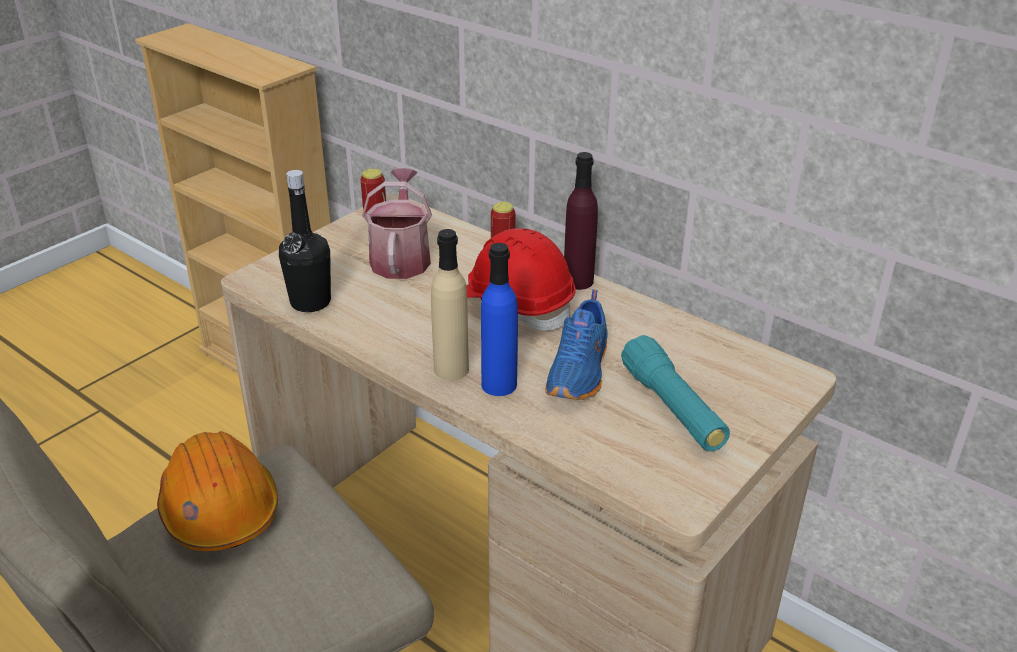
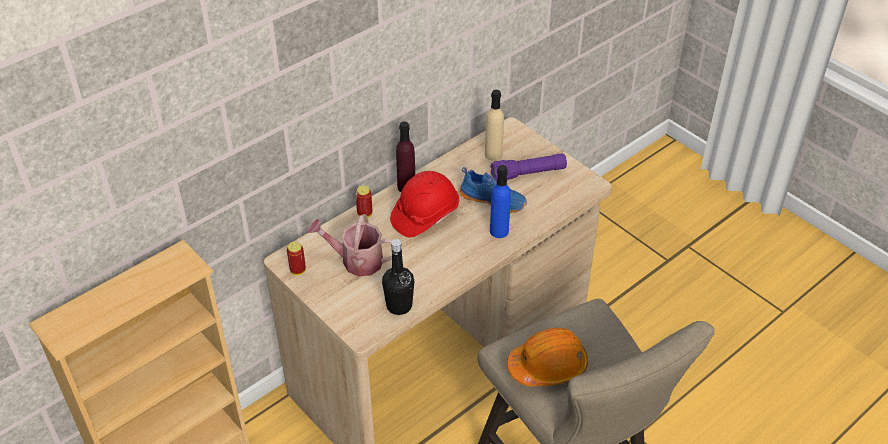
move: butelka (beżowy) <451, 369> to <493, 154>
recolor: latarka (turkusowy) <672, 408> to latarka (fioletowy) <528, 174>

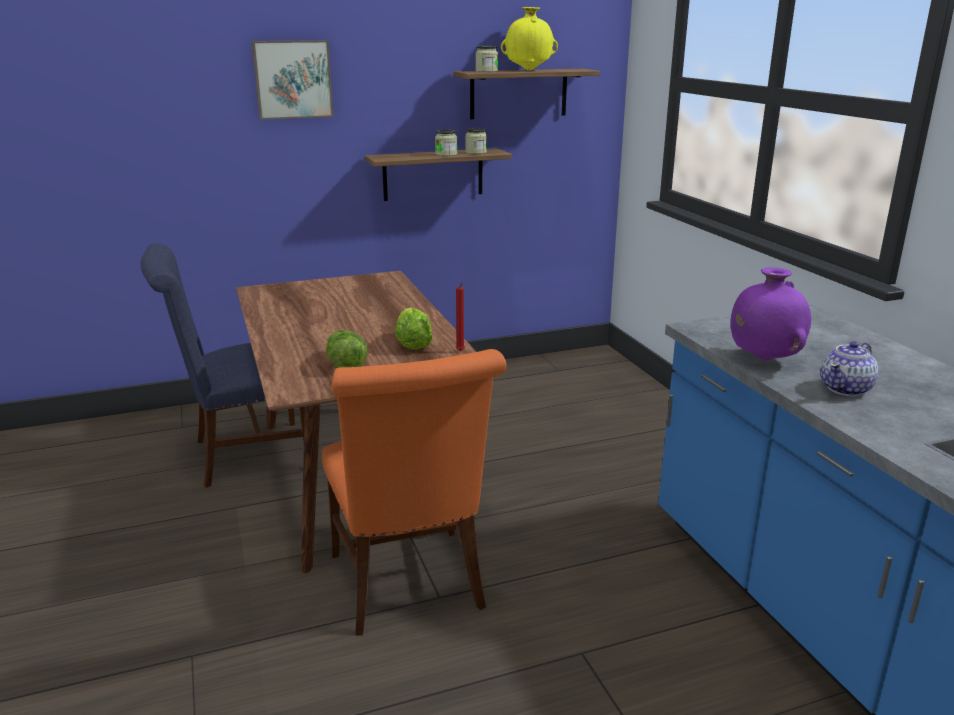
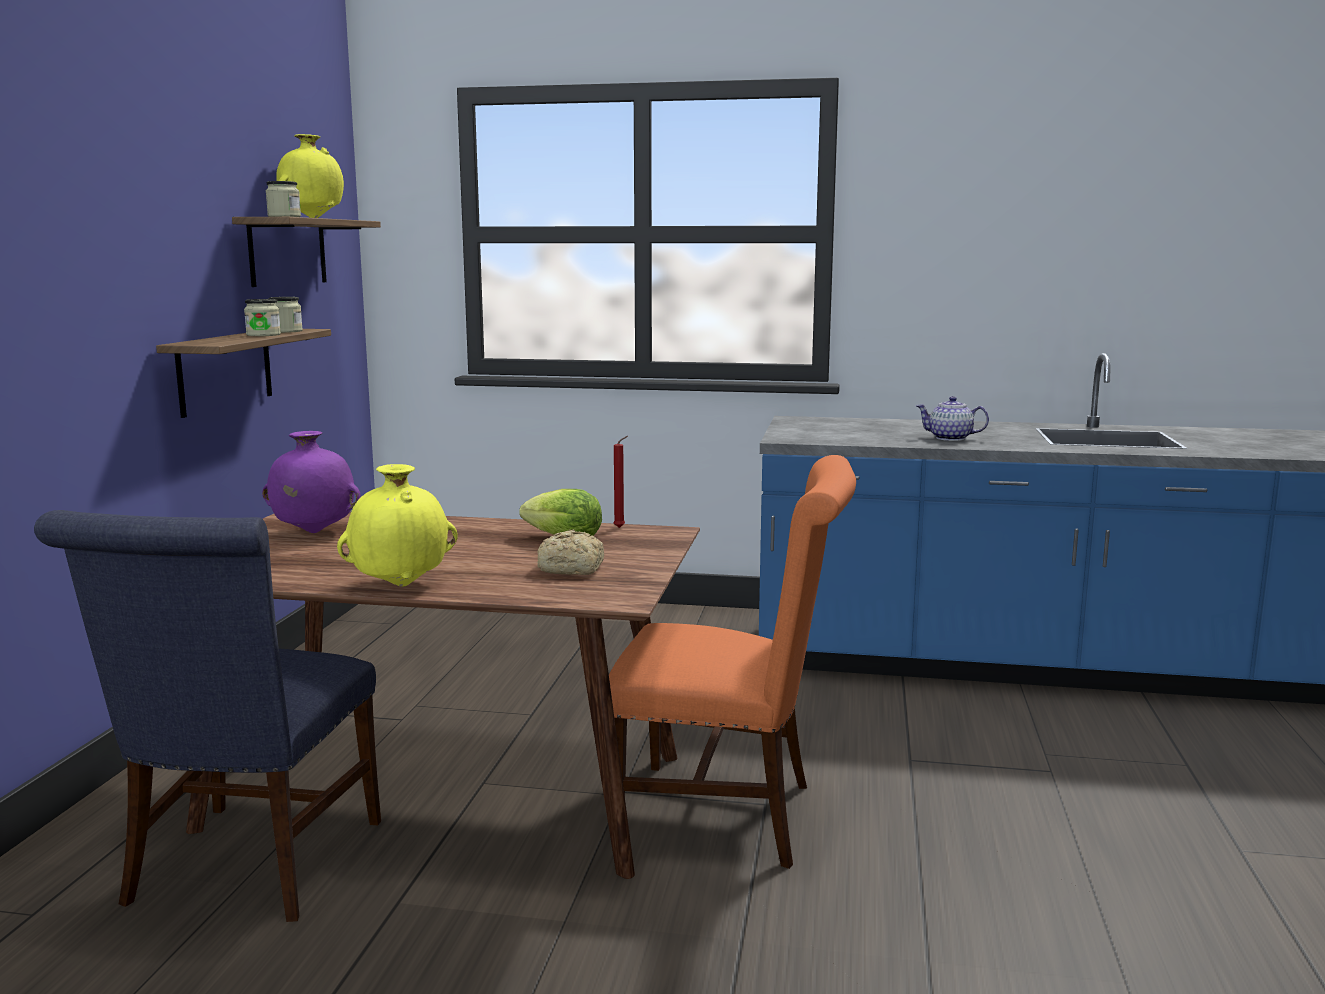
delete: obraz <293, 79>
insert: wazon (żółty) <402, 585>
move: wazon (fioletowy) <763, 360> to <313, 533>
replace: sałata <345, 364> to chleb <573, 568>
rotate: imbryk <846, 388> = <950, 438> 120 degrees clockwise

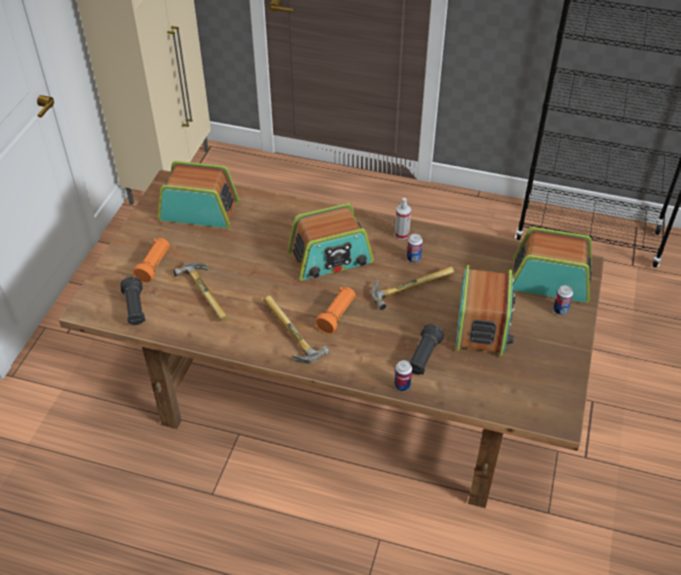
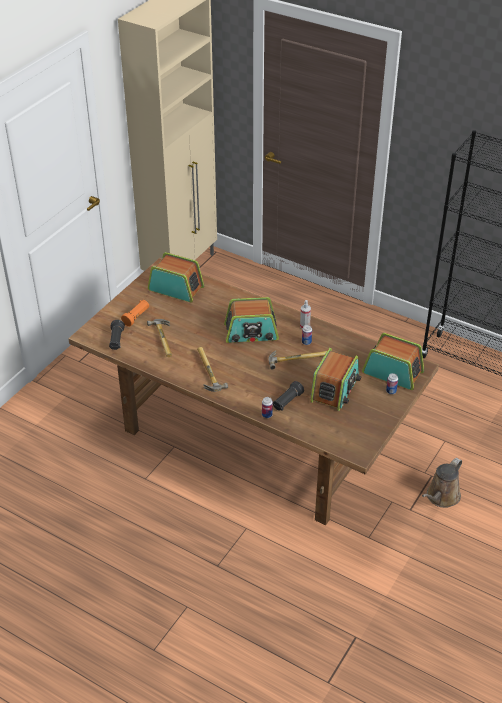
delete: latarka (pomarańczowy) <337, 315>
insert: konewka (brązowy) <441, 497>

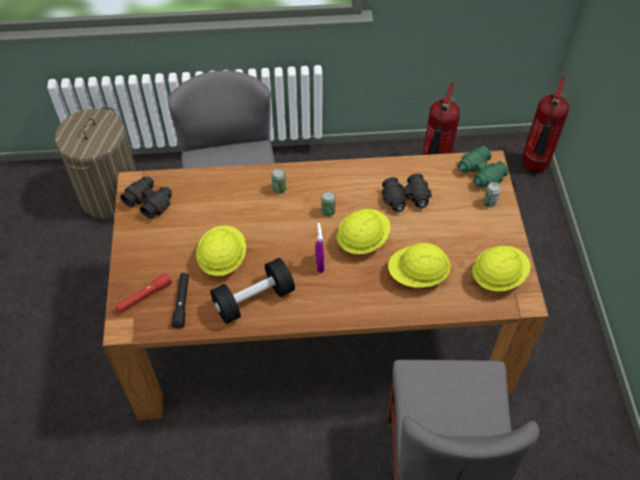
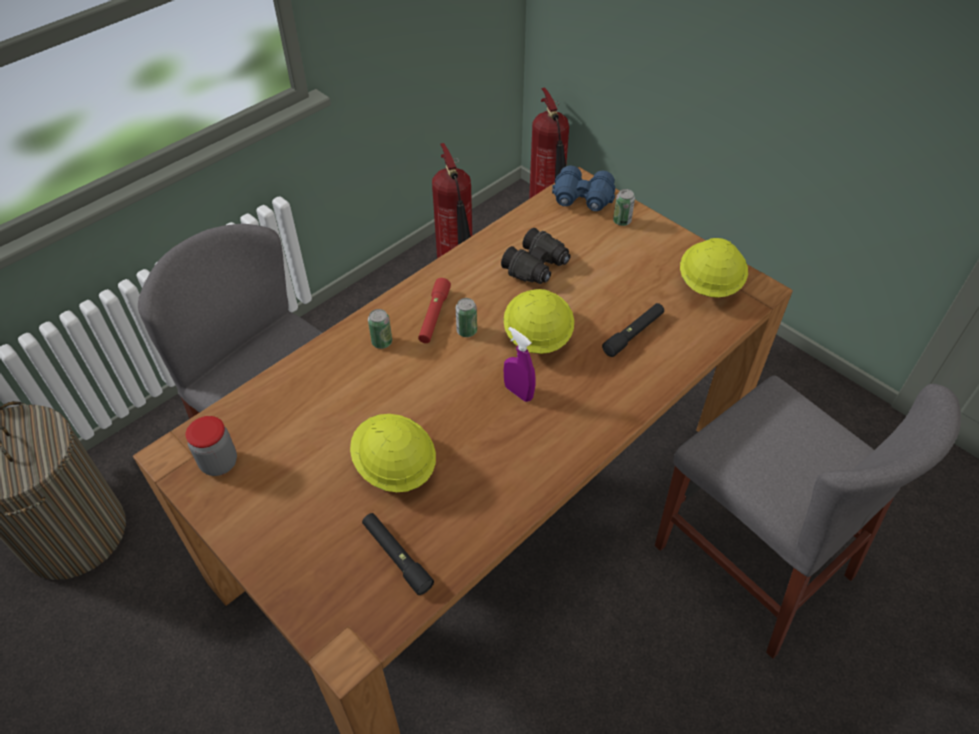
delete: hantel (czarny) <254, 300>
move: latarka (czerwony) <144, 296> to <434, 316>
replace: lornetka (czarny) <149, 201> to słoik <219, 463>; kask (żółty) <417, 275> to latarka (czarny) <633, 334>
recolor: lornetka (zielony) <480, 174> to lornetka (niebieski) <582, 200>

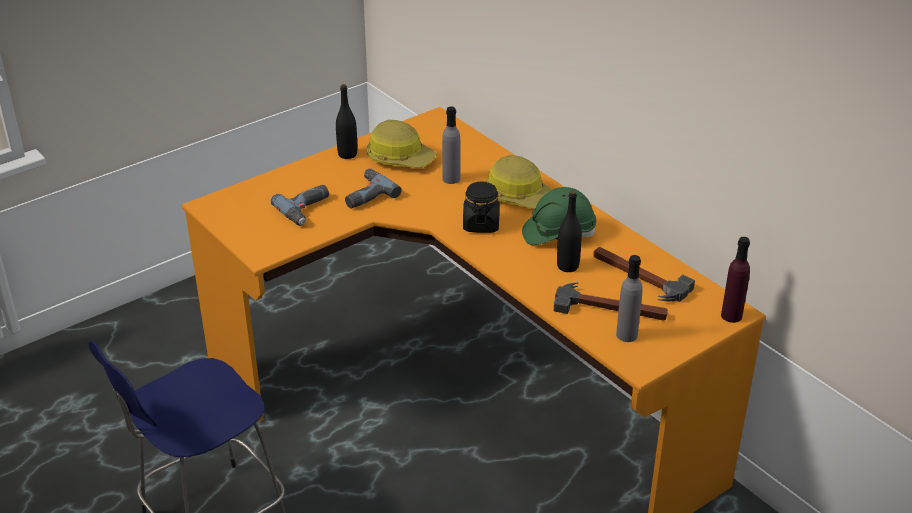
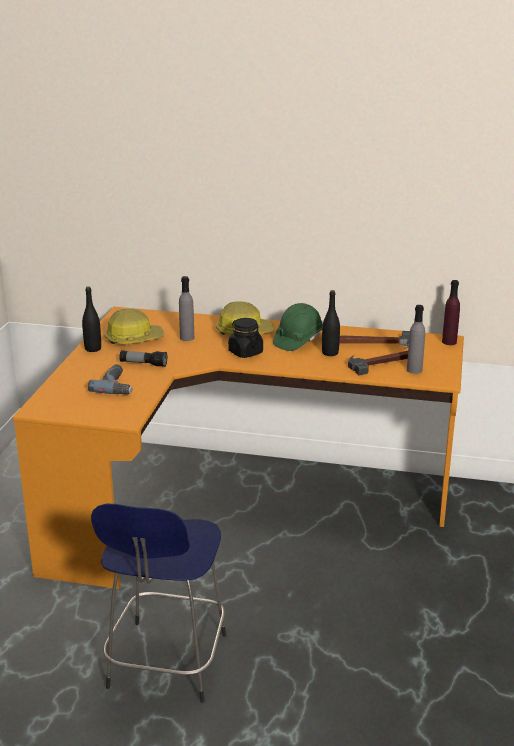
replace: wiertarka <365, 194> to latarka <143, 364>

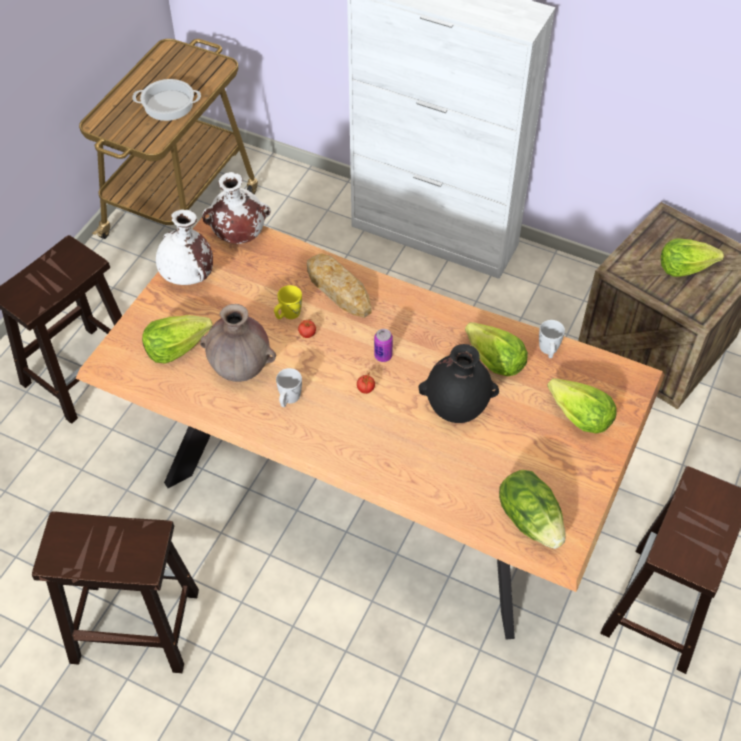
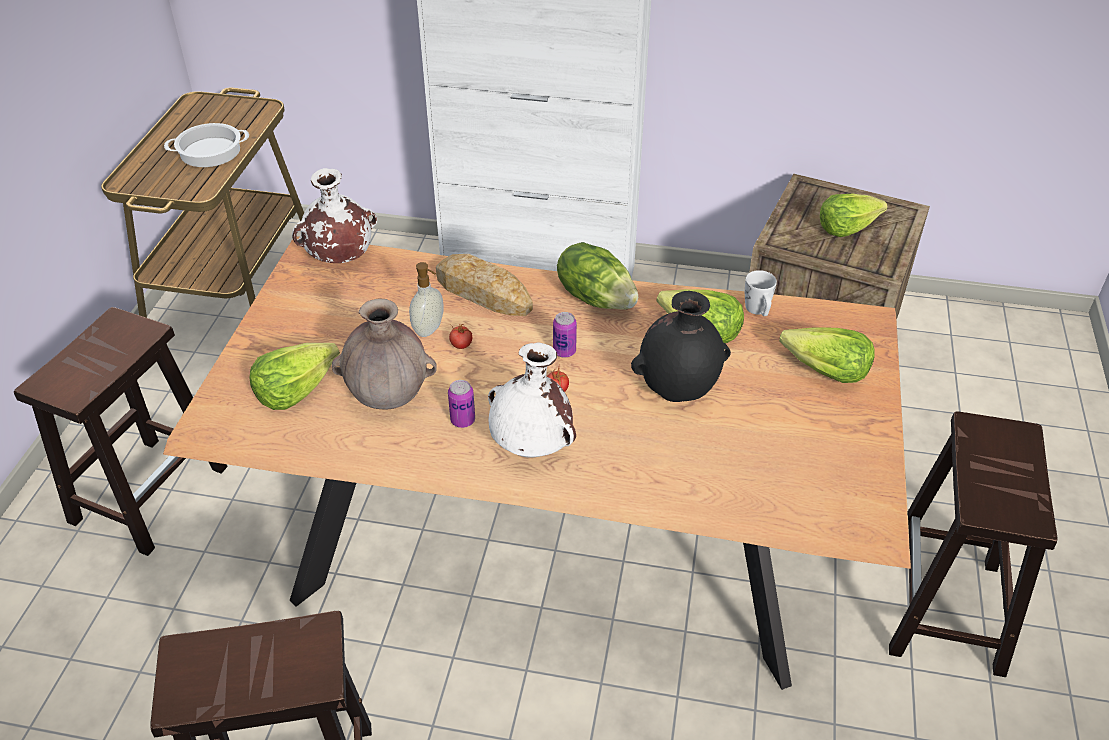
move: wazon (biały) <189, 278> to <532, 447>; sałata <530, 519> to <596, 297>
replace: kubek (żółty) <288, 315> to dozownik mydła <429, 329>; kubek (biały) <288, 399> to puszka <463, 420>

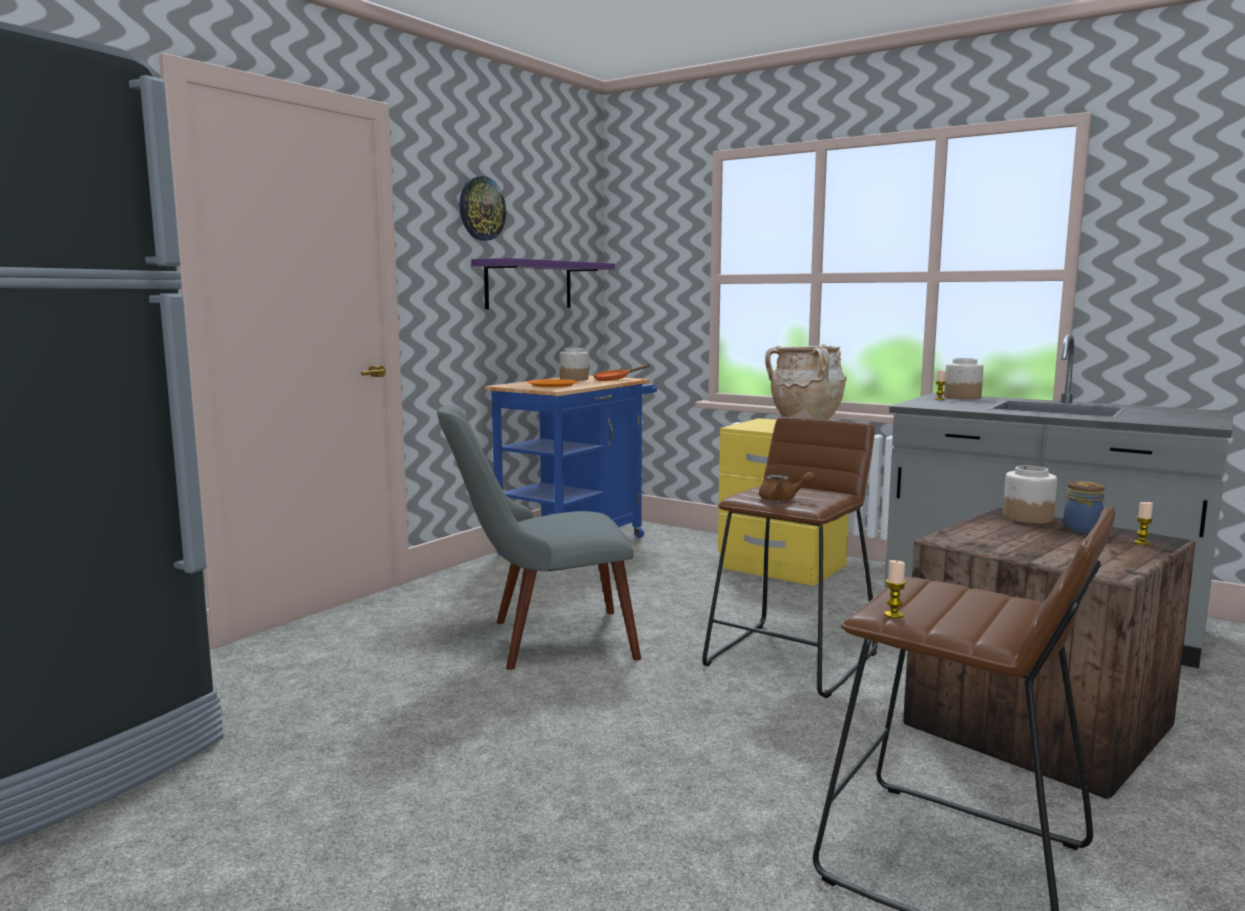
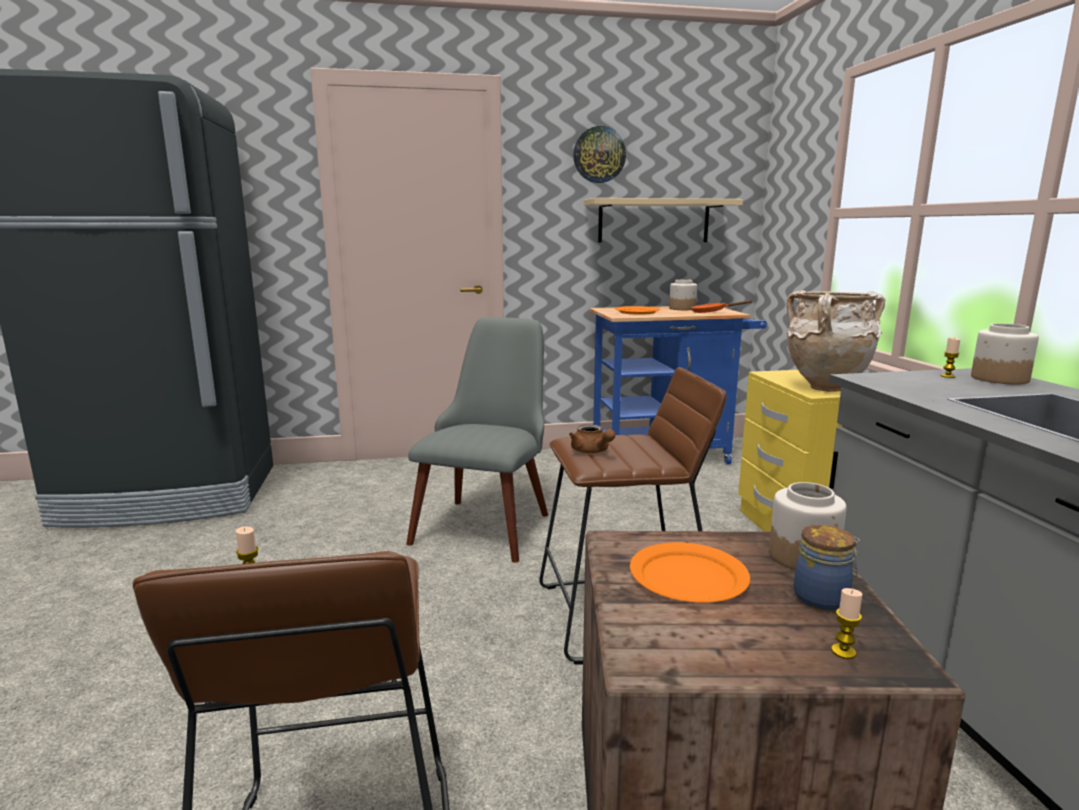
insert: talerz (pomarańczowy) <689, 578>
recolor: półka (fioletowy) <529, 285> to półka (beżowy) <654, 221>
rotate: krzesło (szary) <542, 641> = <489, 521> 75 degrees clockwise

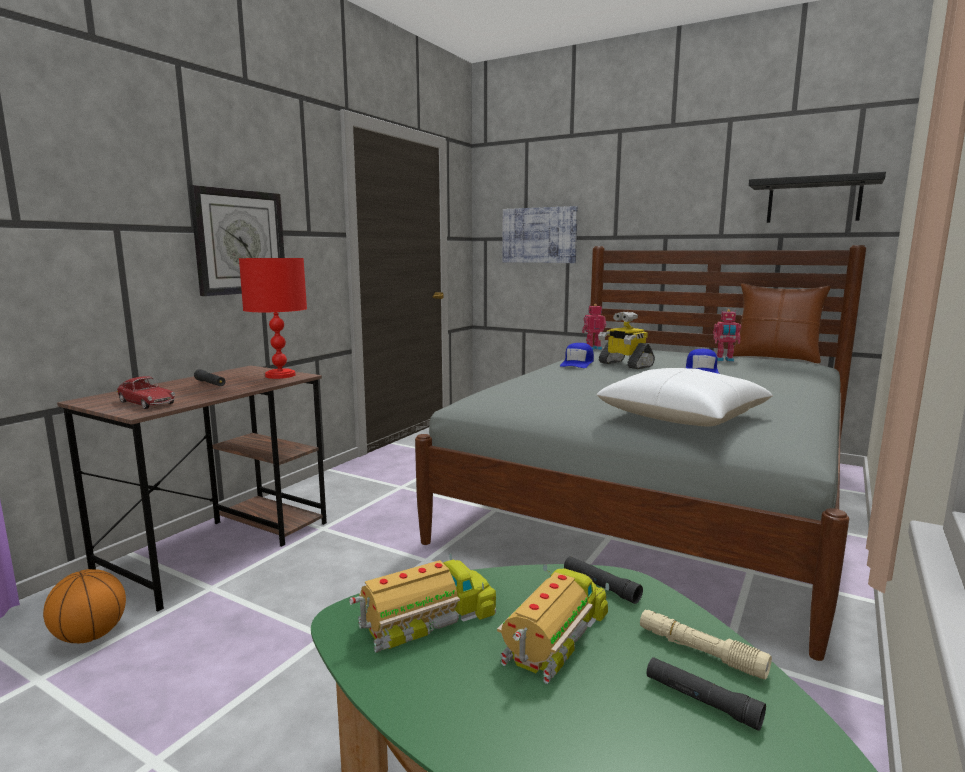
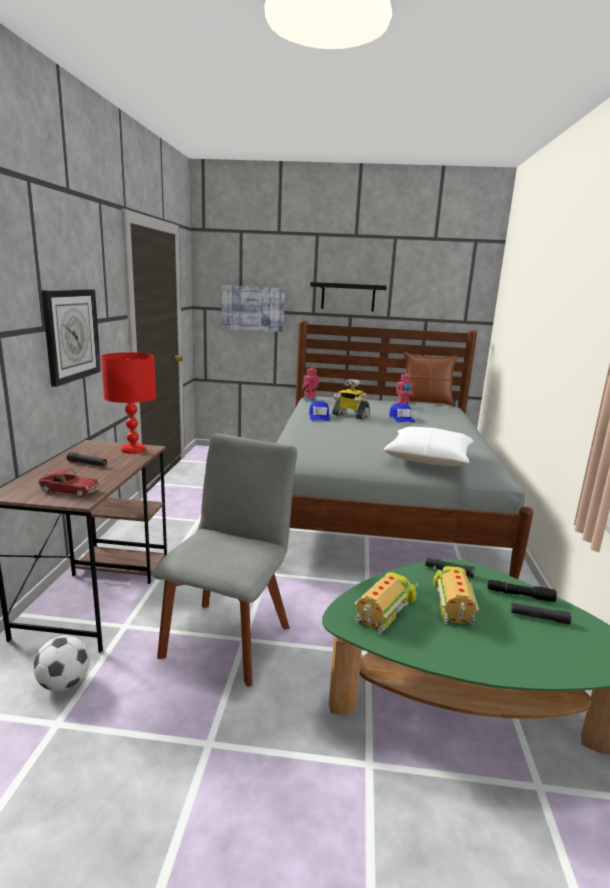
insert: krzesło (szary) <229, 637>
move: półka (czarny) <813, 201> to <348, 297>
replace: piłka do koszykówki <90, 636> to piłka futbolowa <64, 683>
recolor: latarka (beżowy) <700, 651> to latarka (czarny) <519, 595>

